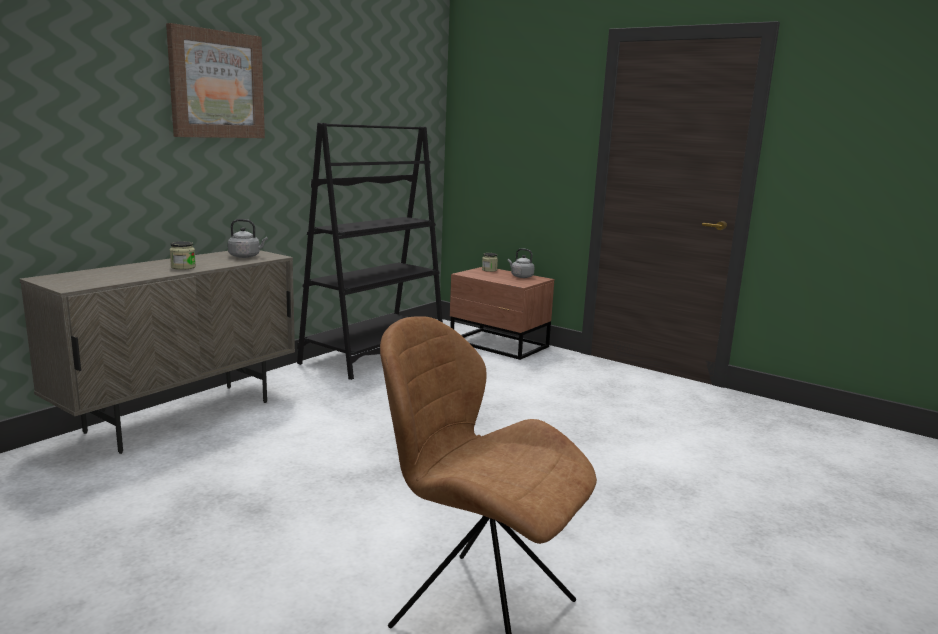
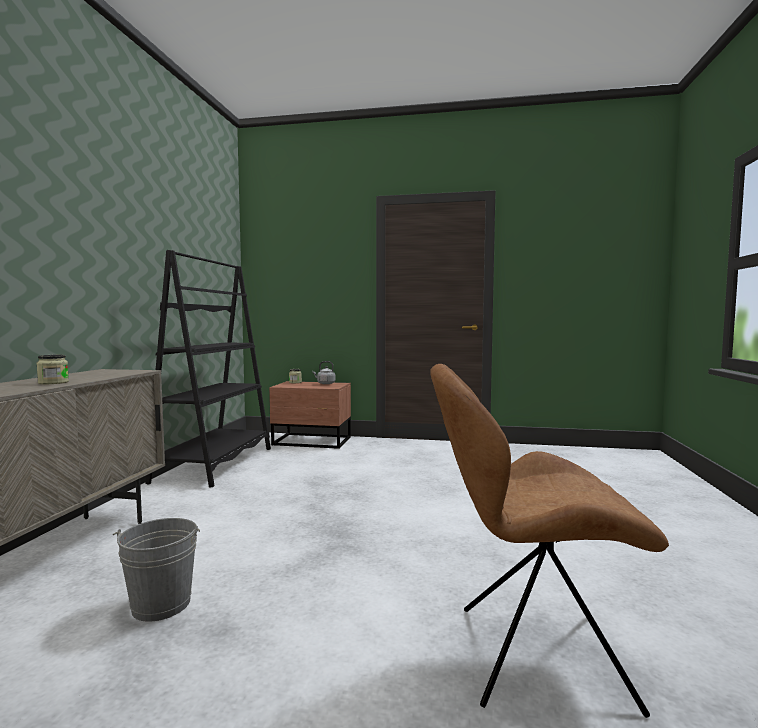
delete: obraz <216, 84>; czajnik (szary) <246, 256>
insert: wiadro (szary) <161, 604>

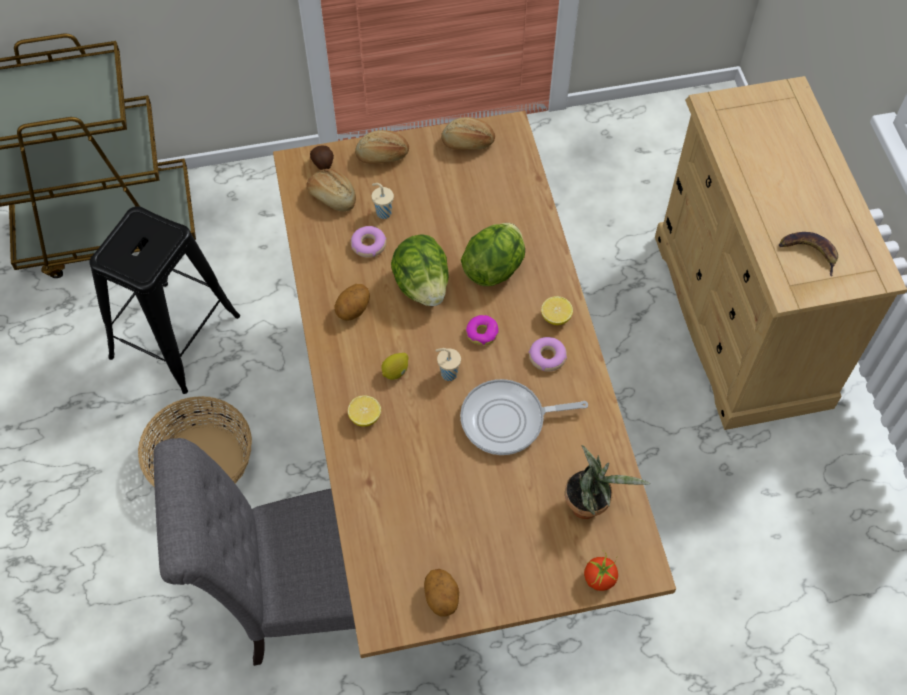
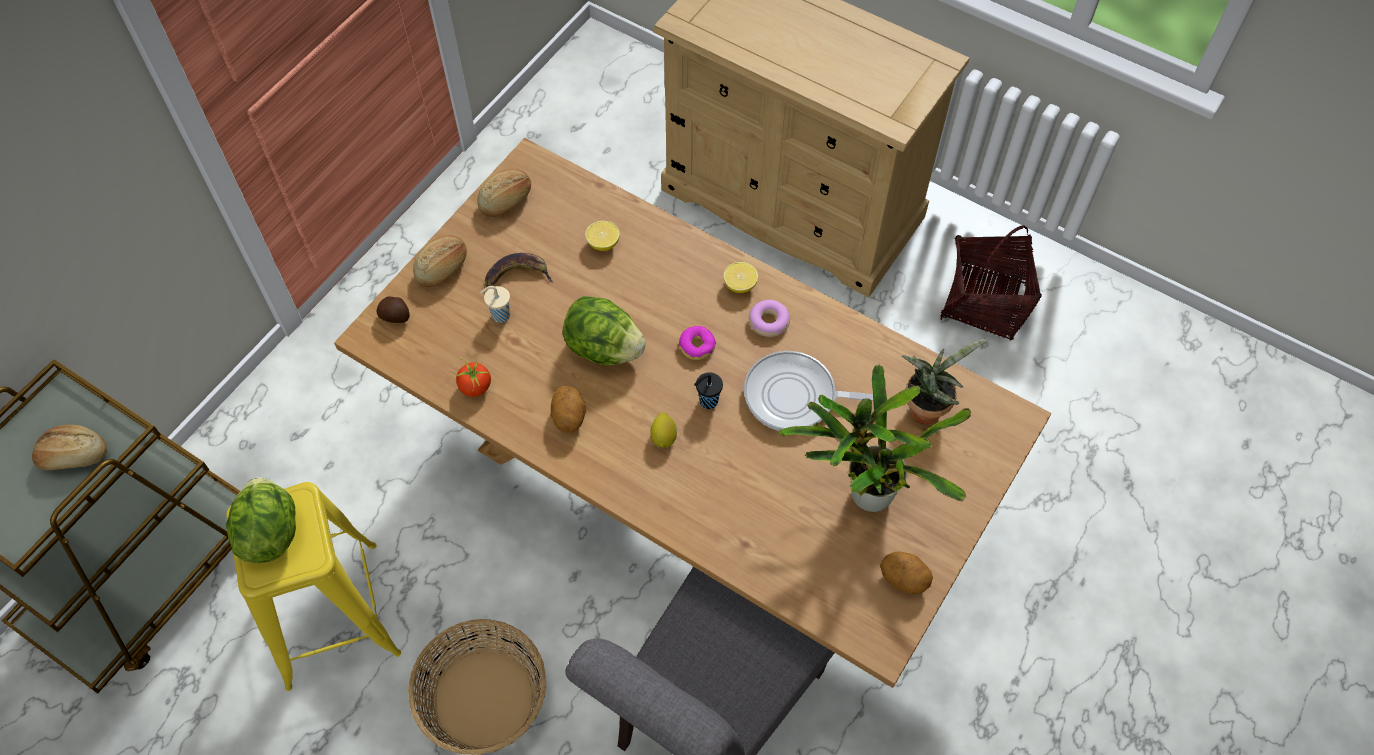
delete: donut <368, 245>
insert: roślina doniczkowa <865, 491>; koszyk <985, 302>
move: chleb <332, 197> to <74, 456>; cytryna <365, 417> to <603, 243>; sałata <494, 267> to <270, 532>; pomidor <599, 578> to <475, 387>; banan <809, 252> to <517, 275>
recolor: stołek (czarny) <174, 337> to stołek (żółty) <332, 615>; filiżanka (beżowy) <448, 373> to filiżanka (czarny) <707, 402>
rotate: patelnia <508, 420> = <796, 397> 60 degrees clockwise

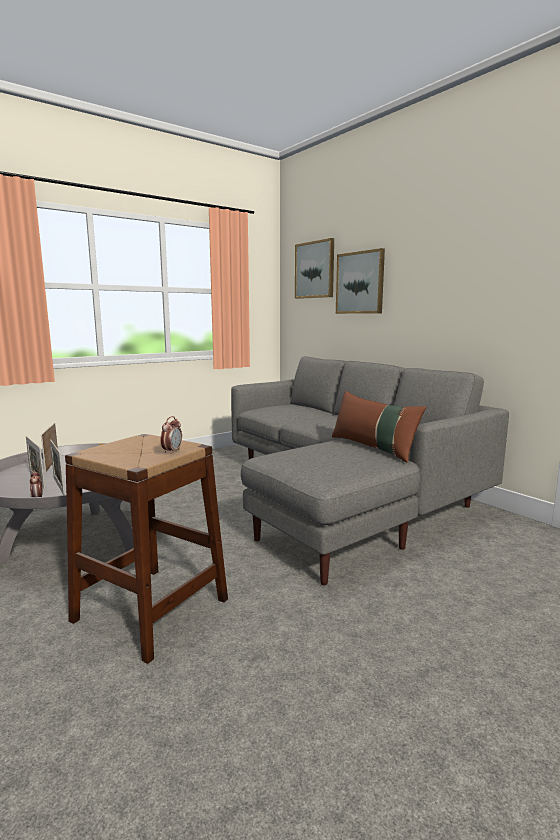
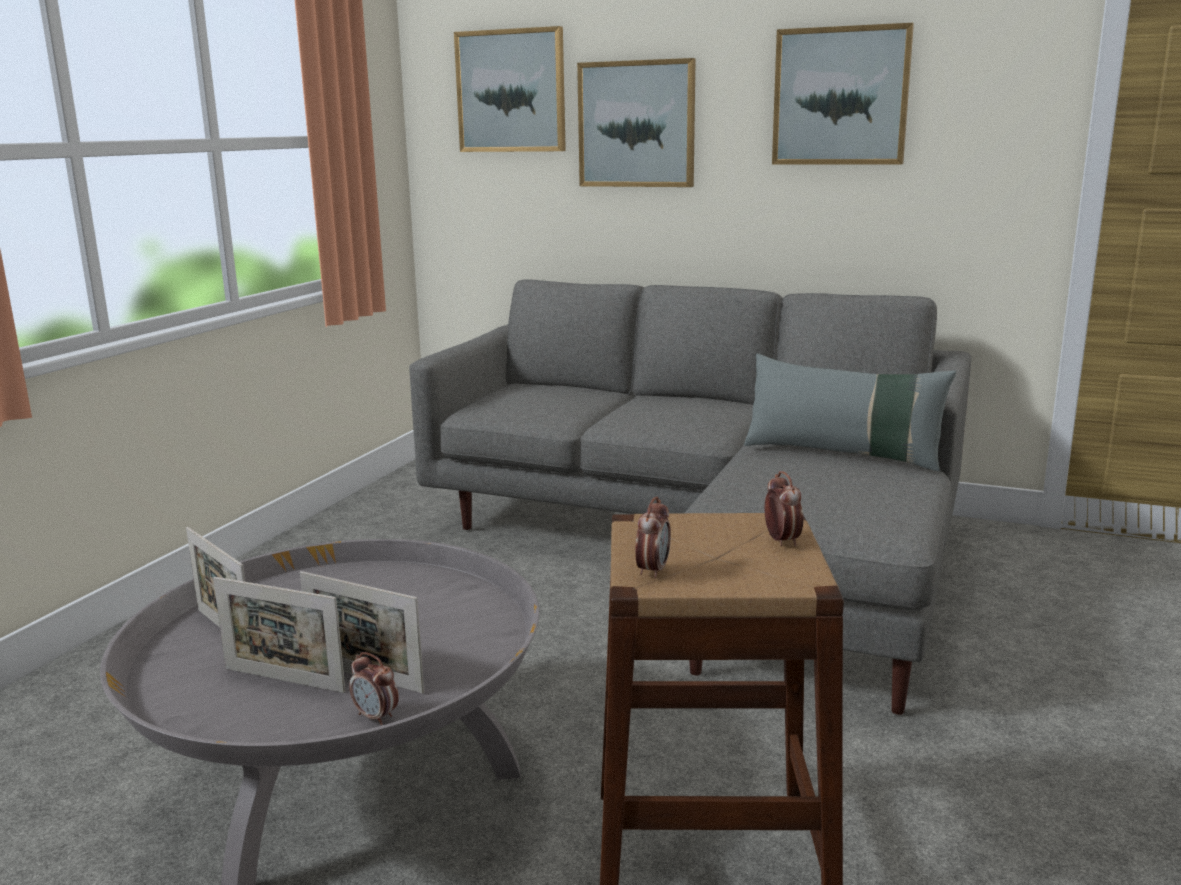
insert: budzik <652, 570>; obraz <840, 96>
recolor: poduszka (brązowy) <373, 448> to poduszka (szary) <843, 454>

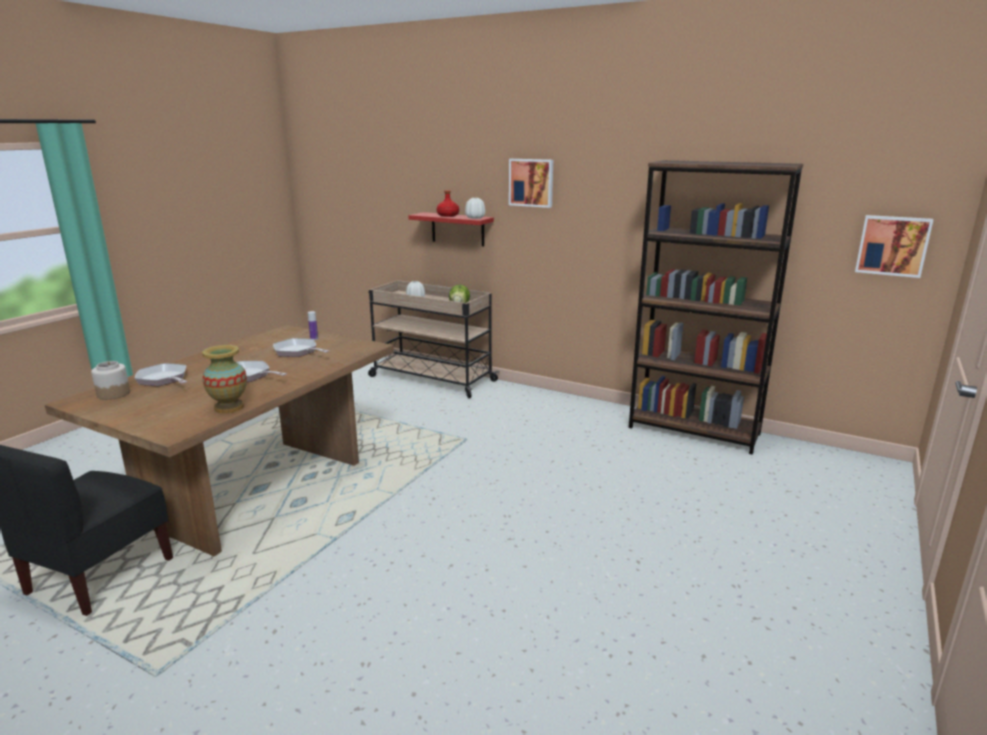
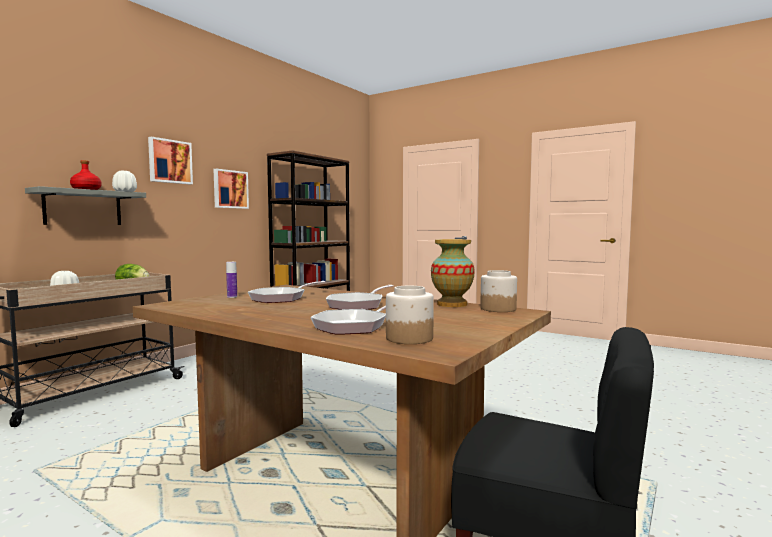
insert: słoik <497, 309>
move: obraz <892, 245> to <230, 189>
recolor: półka (czerwony) <457, 229> to półka (szary) <83, 208>

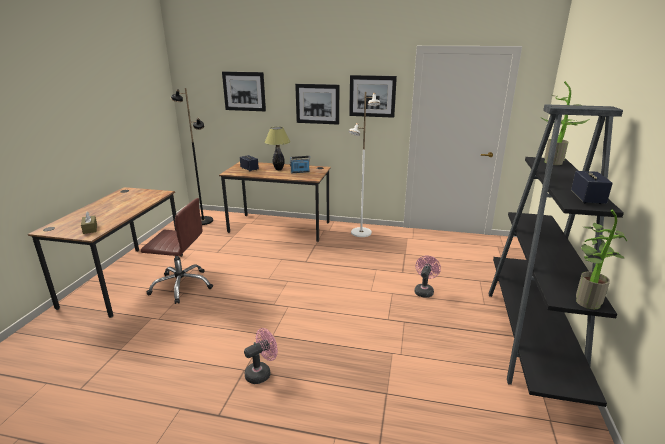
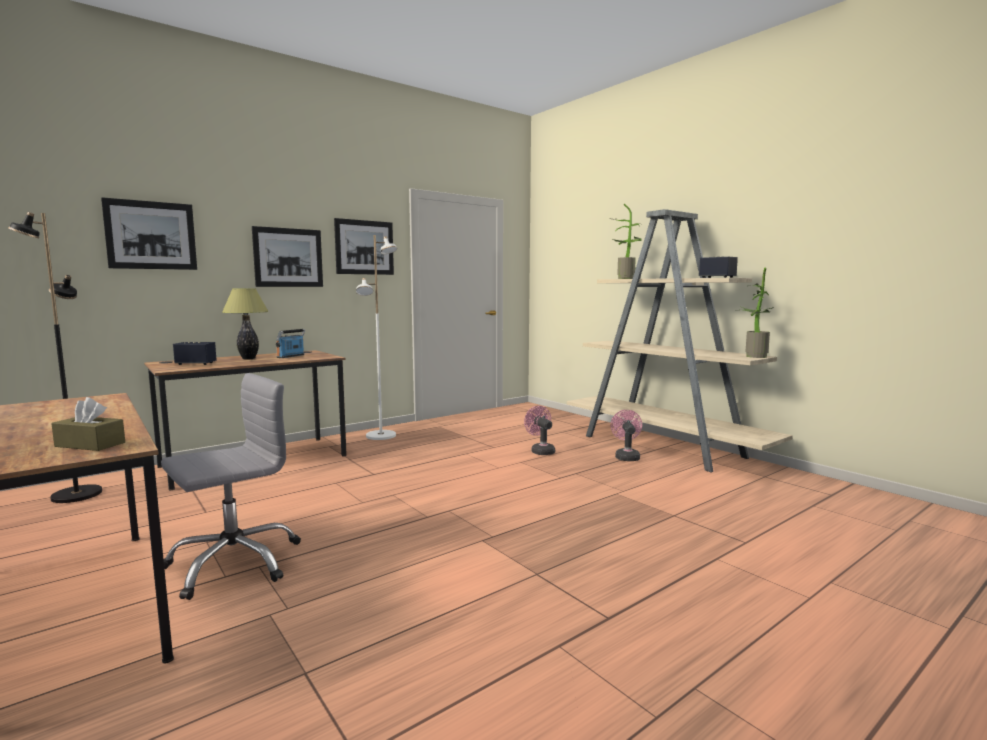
move: wentylator (różowy) <261, 373> to <626, 456>
recolor: krzesło biurowe (brązowy) <182, 286> to krzesło biurowe (szary) <234, 563>; regał (czarny) <530, 338> to regał (beżowy) <664, 447>

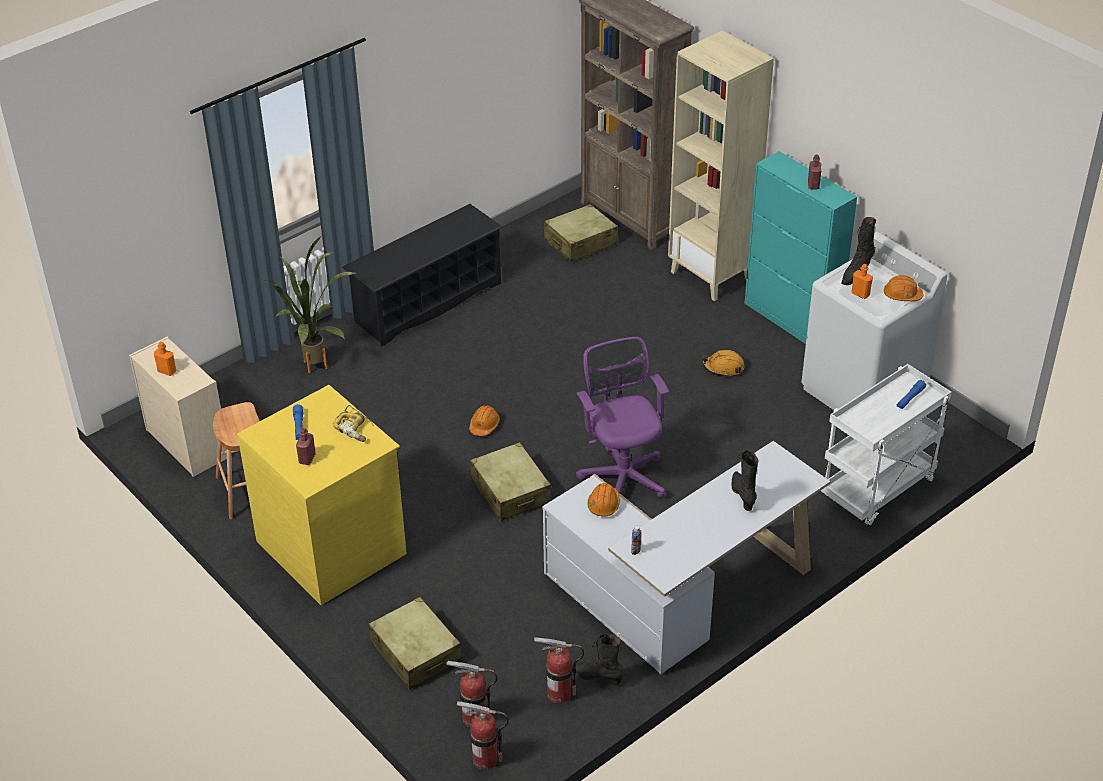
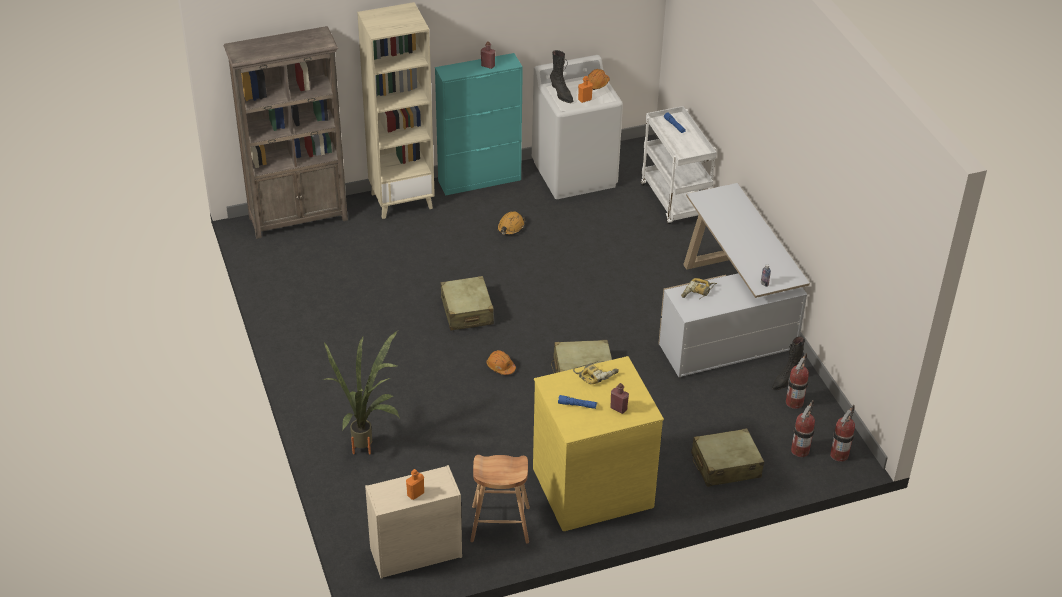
delete: regał na buty (czarny) <427, 302>; krzesło biurowe (fioletowy) <622, 476>; but z cholewką (czarny) <743, 495>
move: walizka (beżowy) <580, 243> to <467, 311>
replace: kask (pomarańczowy) <603, 504> to wiertarka <698, 293>

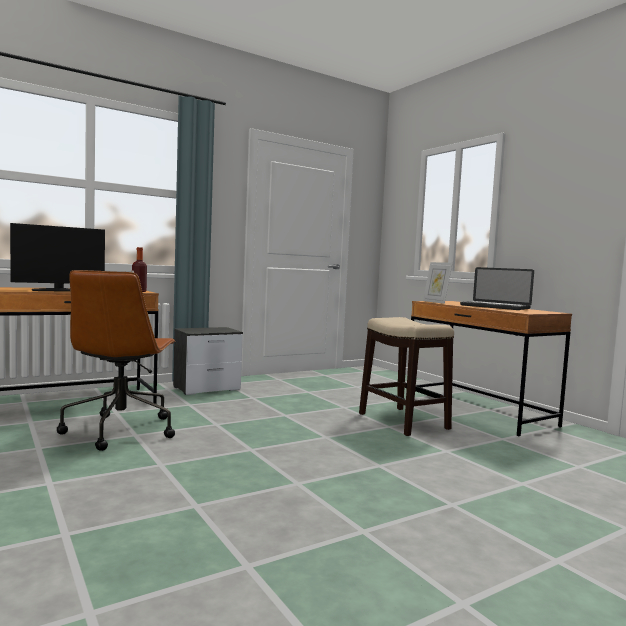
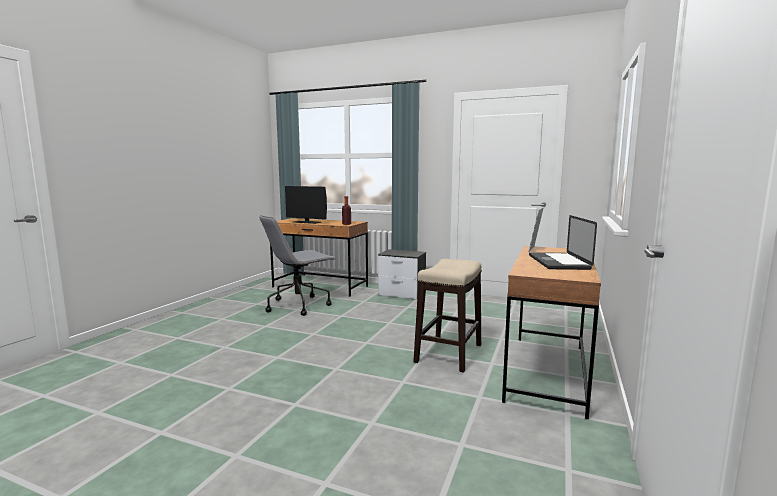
recolor: krzesło biurowe (brązowy) <120, 430> to krzesło biurowe (szary) <299, 305>

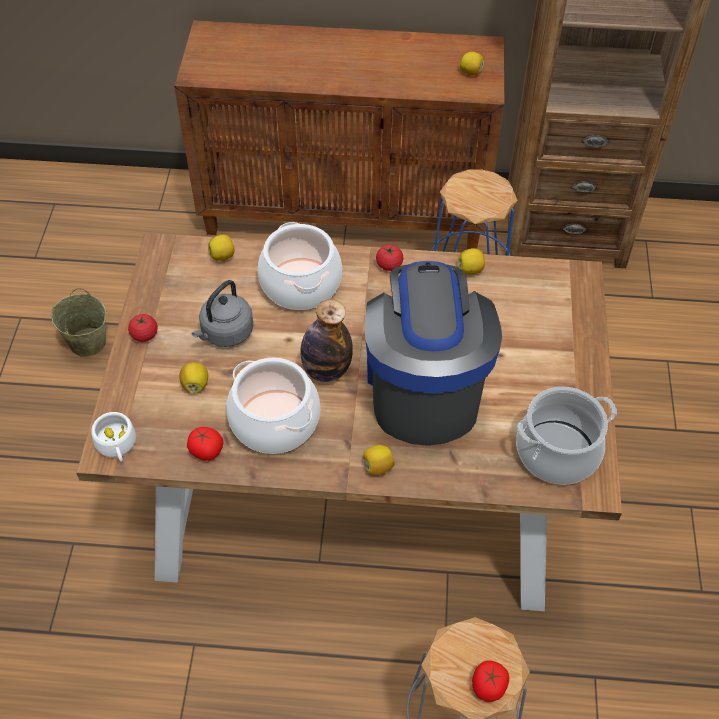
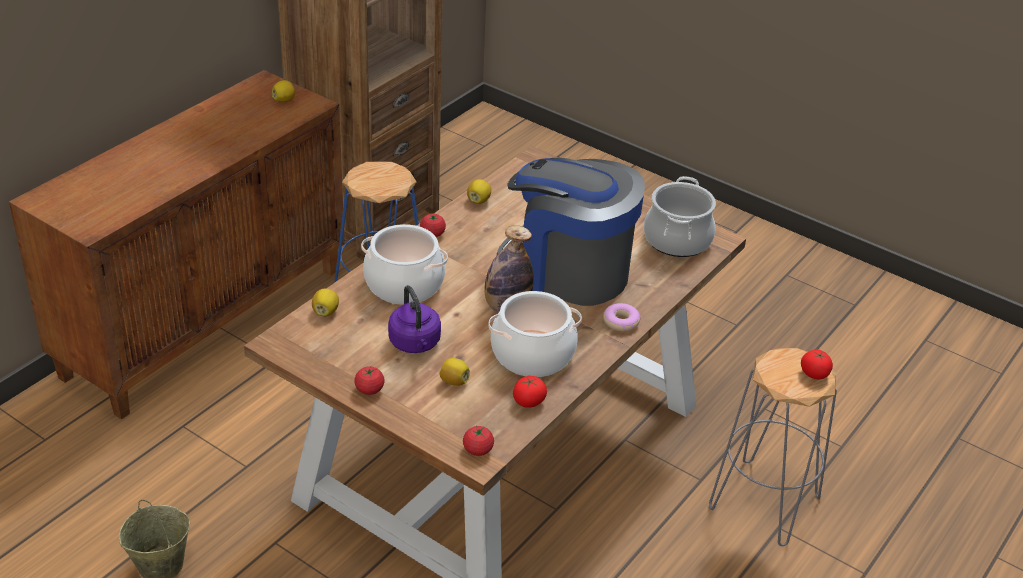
replace: filiżanka (biały) <117, 446> to pomidor <478, 450>; cytryna <378, 467> to donut <621, 322>
recolor: czajnik (szary) <225, 333> to czajnik (fioletowy) <415, 344>

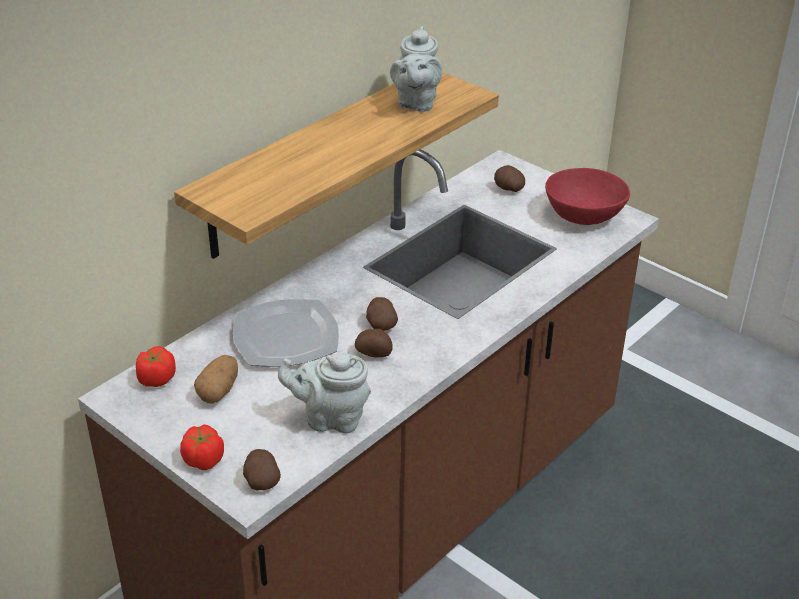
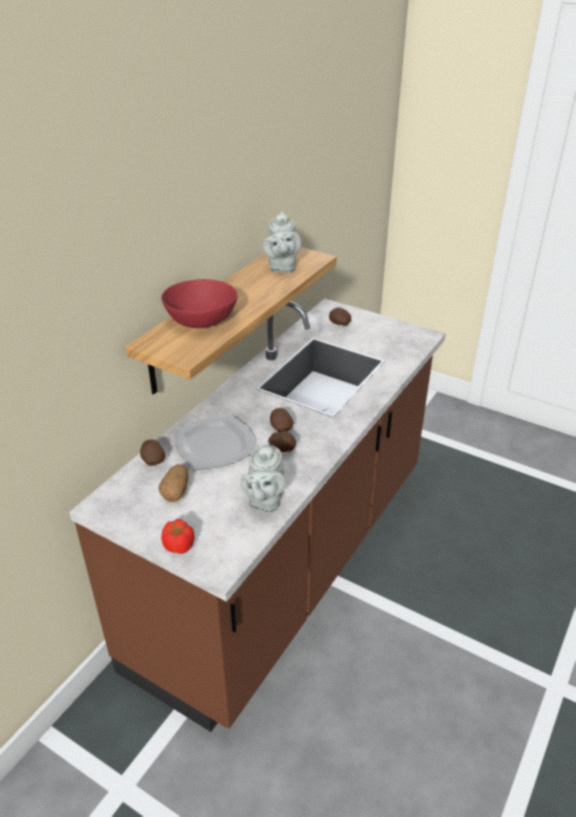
delete: pomidor <156, 379>
move: ziemniak <261, 480> to <152, 460>; miska (czerwony) <583, 214> to <201, 319>
rotate: imbryk (szary) <330, 418> = <264, 501> 75 degrees counterclockwise

